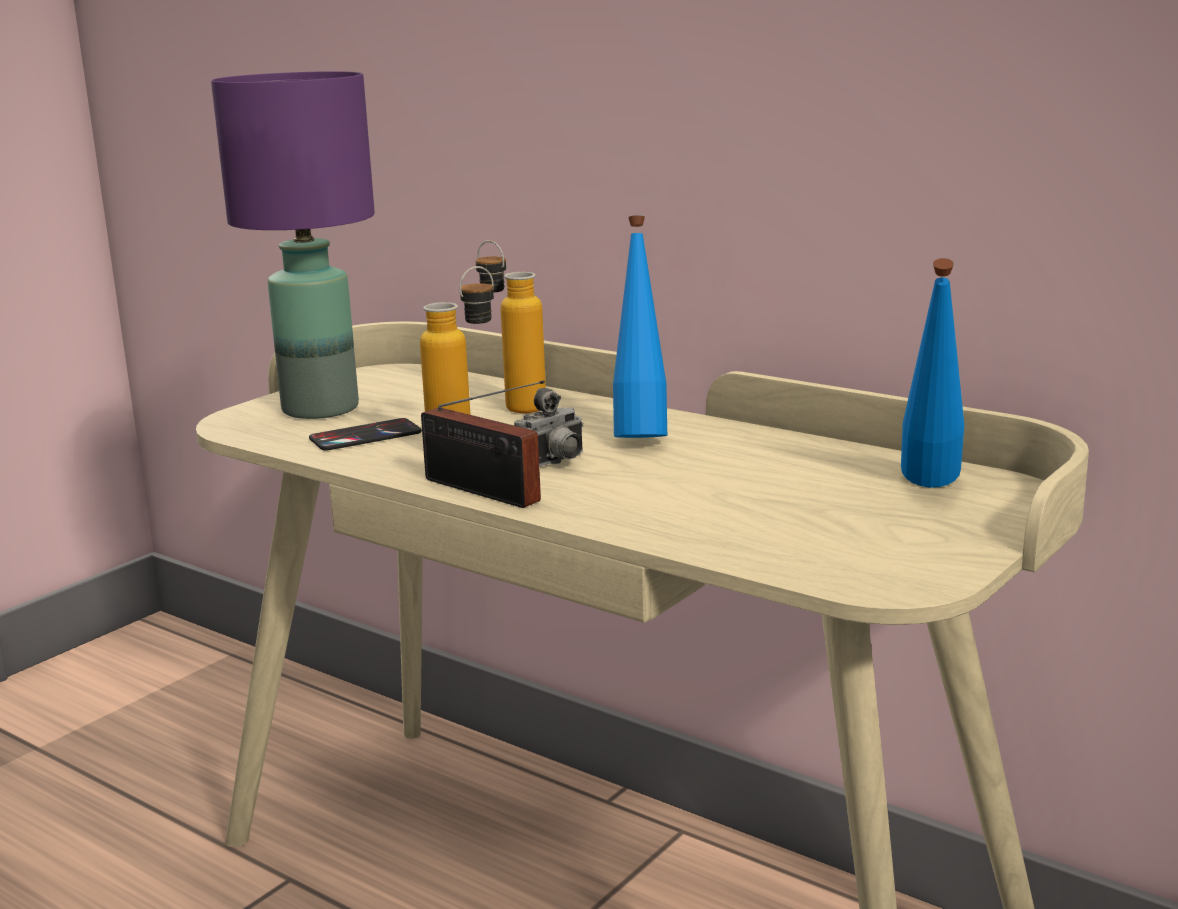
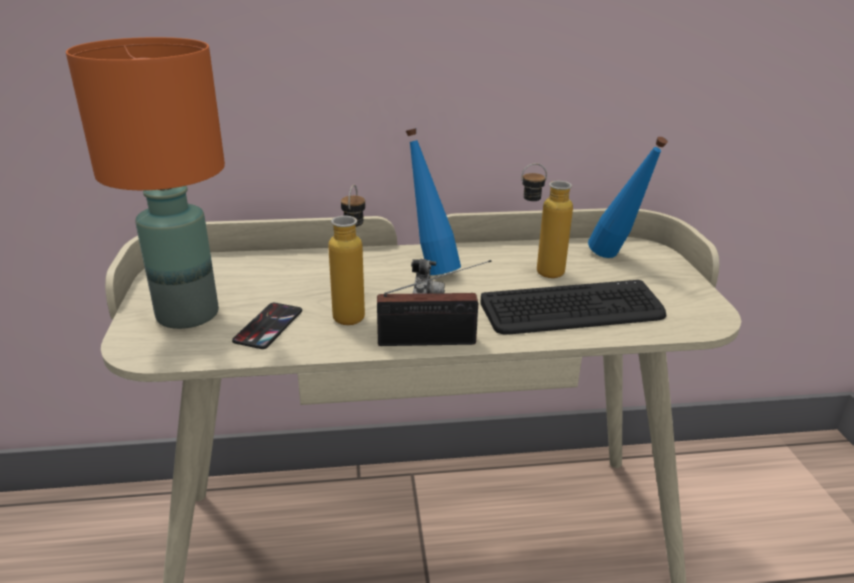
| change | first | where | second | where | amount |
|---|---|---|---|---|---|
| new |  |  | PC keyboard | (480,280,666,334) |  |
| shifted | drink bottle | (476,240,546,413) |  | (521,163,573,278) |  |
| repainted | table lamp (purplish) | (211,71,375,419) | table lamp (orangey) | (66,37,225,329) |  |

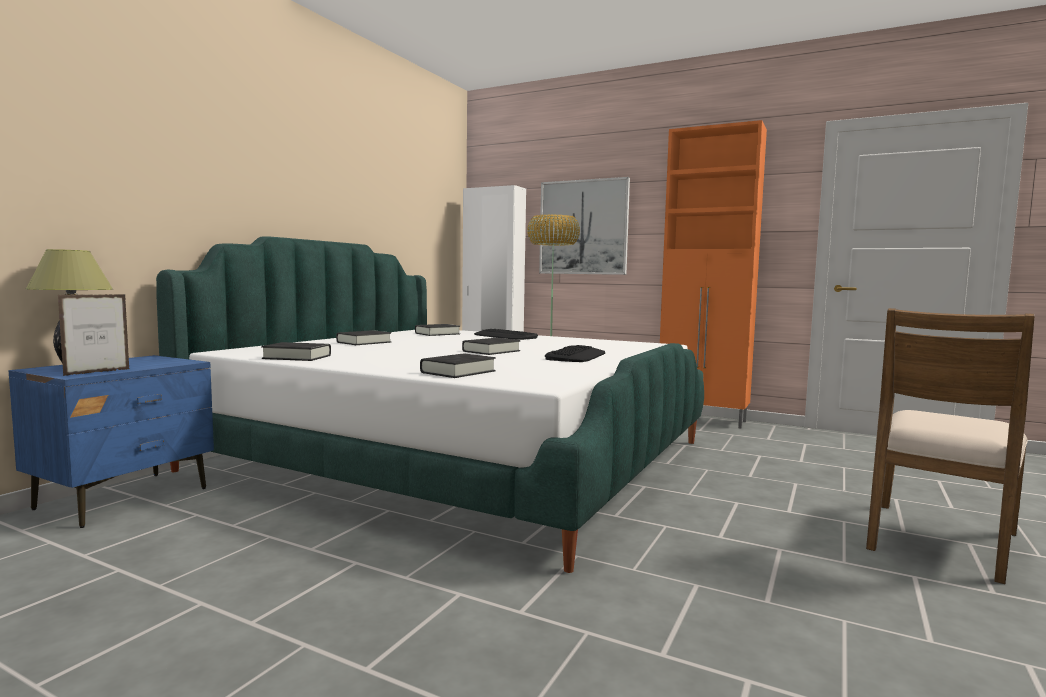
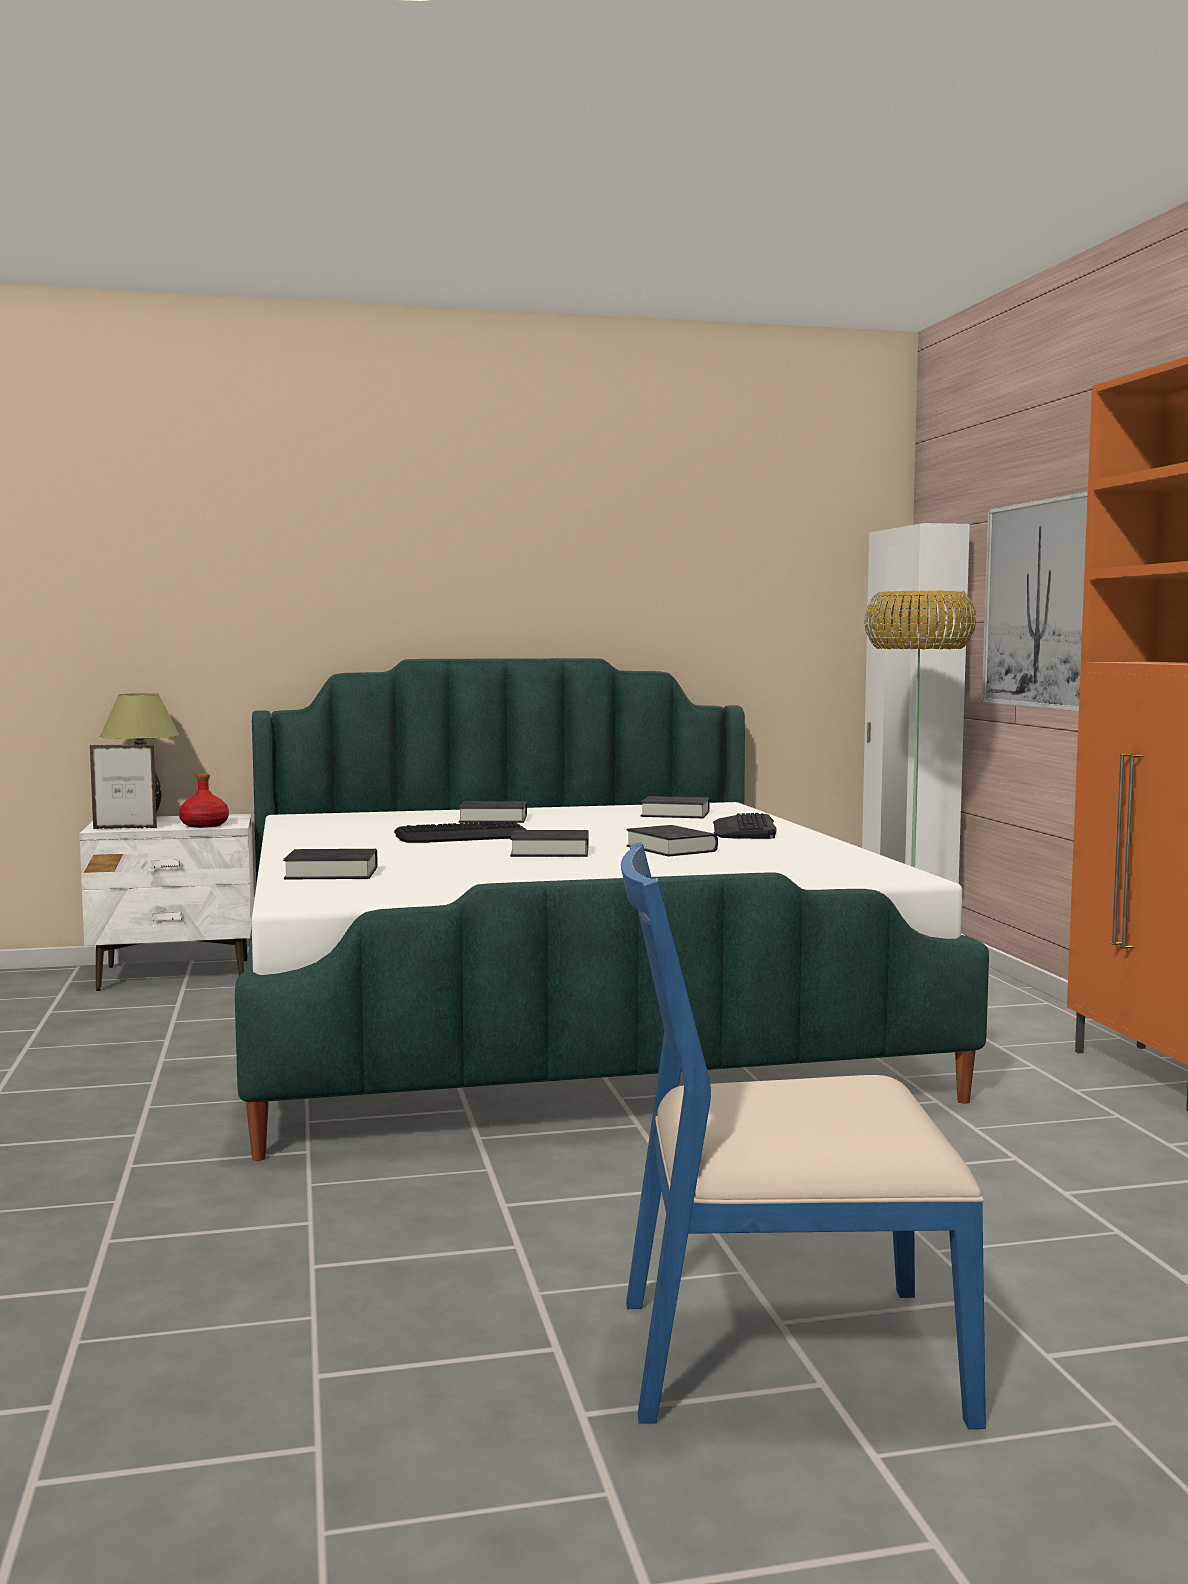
| change | first | where | second | where | amount |
|---|---|---|---|---|---|
| new |  |  | drink bottle (red) | (179,773,229,828) |  |
| shifted | book (blackish) | (261,342,331,361) |  | (626,825,718,857) |  |
| shifted | PC keyboard | (545,345,605,362) |  | (394,822,527,843) |  |
| repainted | nightstand (blue-coloured) | (8,355,214,528) | nightstand (whitish) | (79,814,254,991) |  |
| repainted | chair (brown-coloured) | (866,308,1035,584) | chair (blue-coloured) | (621,842,986,1429) |  |

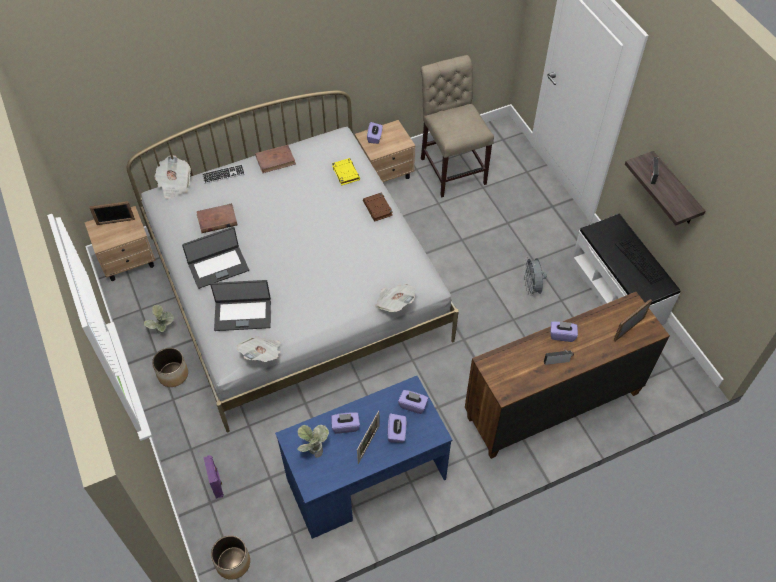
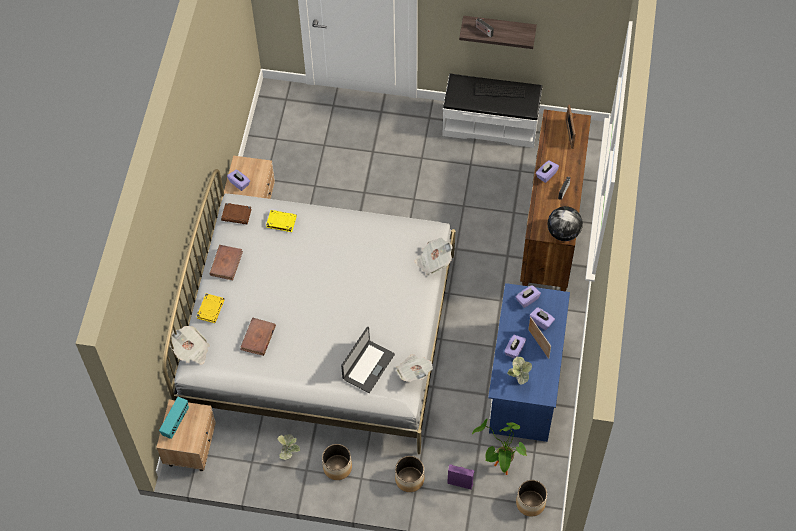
| change | first | where | second | where | amount |
|---|---|---|---|---|---|
| gone | notebook computer | (182,227,249,289) |  |  |  |
| gone | chair (sand-coloured) | (421,55,494,197) |  |  |  |
| gone | fan (gray) | (523,258,547,297) |  |  |  |
| new |  |  | planter | (395,456,424,492) |  |
| new |  |  | plant in a pot | (472,419,527,475) |  |
| new |  |  | desk globe | (547,206,583,241) |  |
| shifted | book (brown-coloured) | (363,192,393,221) |  | (221,203,252,224) |  |
| swapped | standing frame | (89,201,135,225) | radio receiver | (159,397,189,439) |  |
| swapped | PC keyboard | (202,164,245,184) | book (yellowish) | (196,293,225,323) |  |

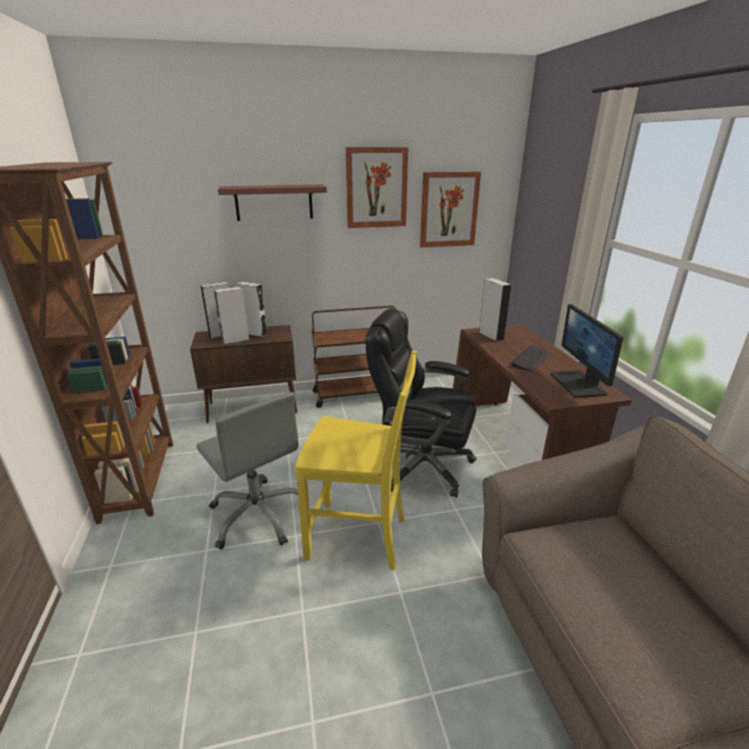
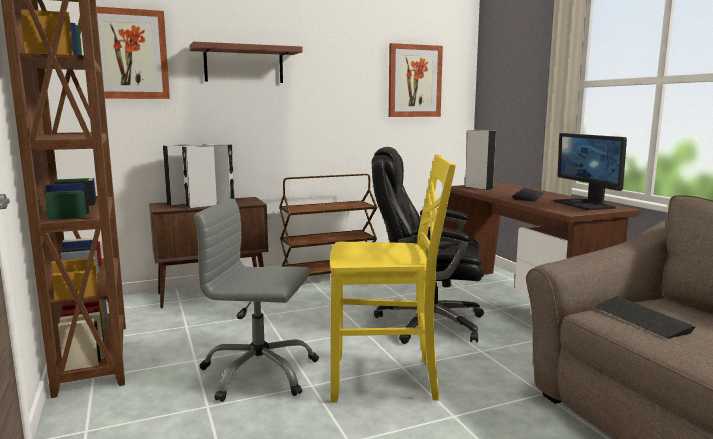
| change | first | where | second | where | amount |
|---|---|---|---|---|---|
| new |  |  | PC keyboard | (595,296,695,338) |  |
| shifted | wall picture | (346,147,408,228) |  | (96,7,170,99) |  |
| rotated | desk chair (gray) | (196,392,298,550) |  | (194,199,319,402) | 150 degrees clockwise |

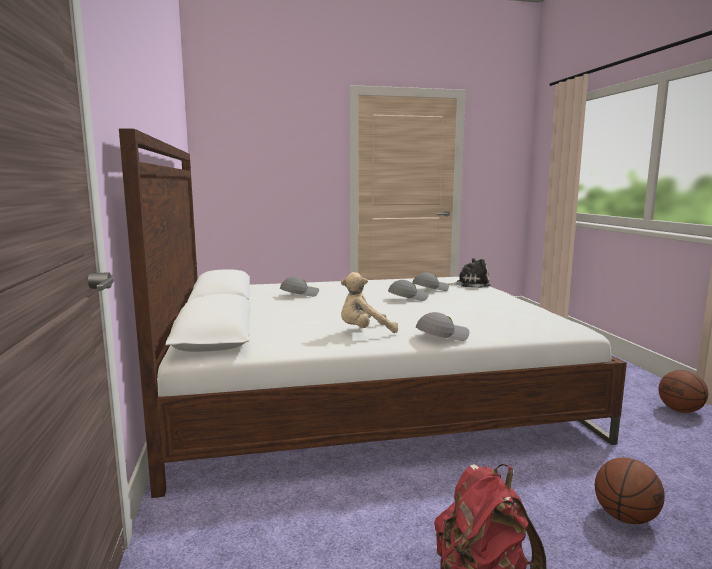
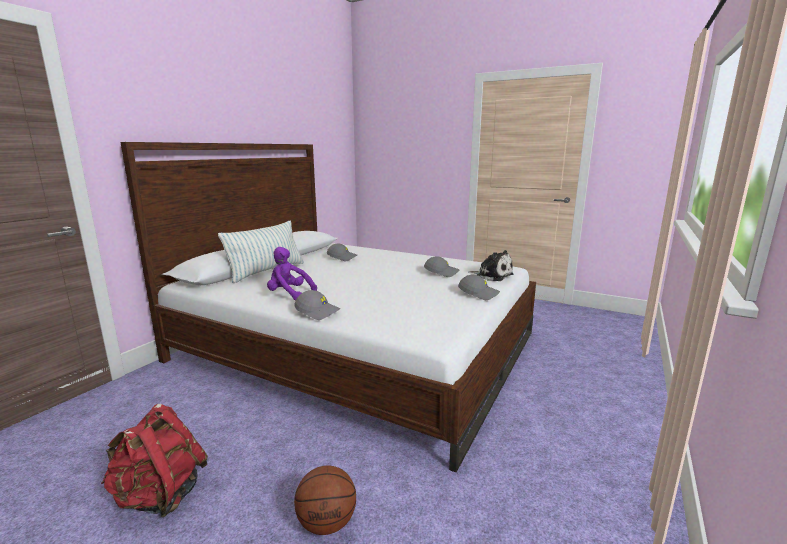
| change | first | where | second | where | amount |
|---|---|---|---|---|---|
| gone | basketball ball | (659,370,708,413) |  |  |  |
| new |  |  | throw pillow | (218,221,304,283) |  |
| shifted | cap (gray) | (388,280,429,301) |  | (458,275,500,300) |  |
| repainted | cuddly toy (sand-coloured) | (341,272,398,333) | cuddly toy (purplish) | (267,247,317,300) |  |

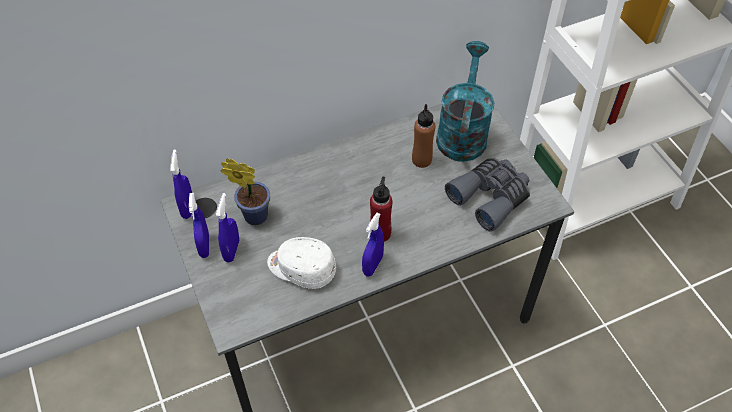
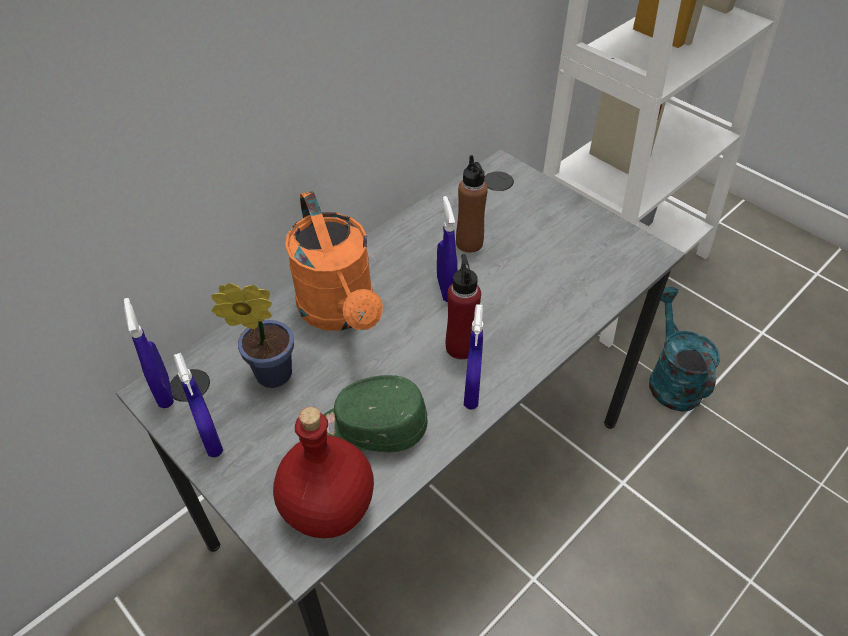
| change | first | where | second | where | amount |
|---|---|---|---|---|---|
| gone | pair of binoculars (gray) | (445,158,530,232) |  |  |  |
| new |  |  | drink bottle (red) | (273,407,374,538) |  |
| new |  |  | watering can (orangey) | (285,191,383,331) |  |
| shifted | hand sprayer (blue-coloured) | (216,193,239,263) |  | (437,196,458,302) |  |
| shifted | watering can (blue-green) | (436,41,495,162) |  | (649,287,720,411) |  |
| repainted | cap (whitish) | (267,237,336,289) | cap (green) | (323,375,428,453) |  |

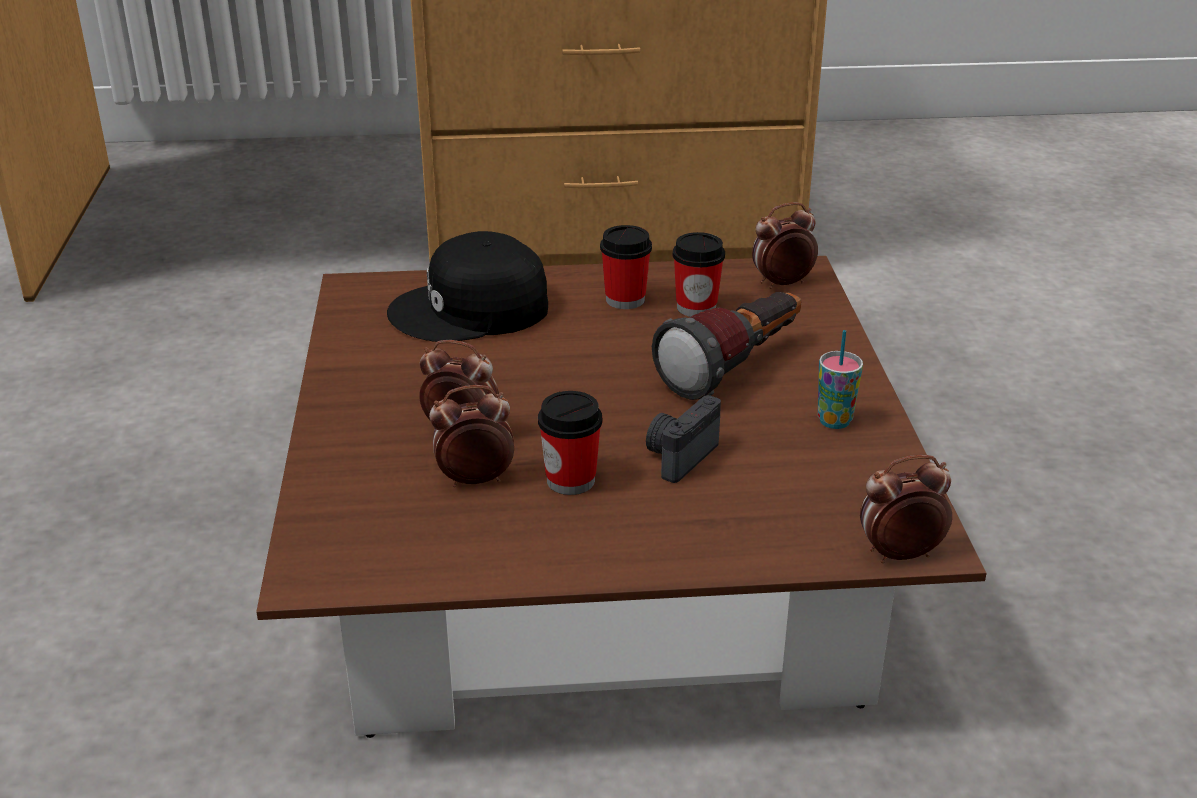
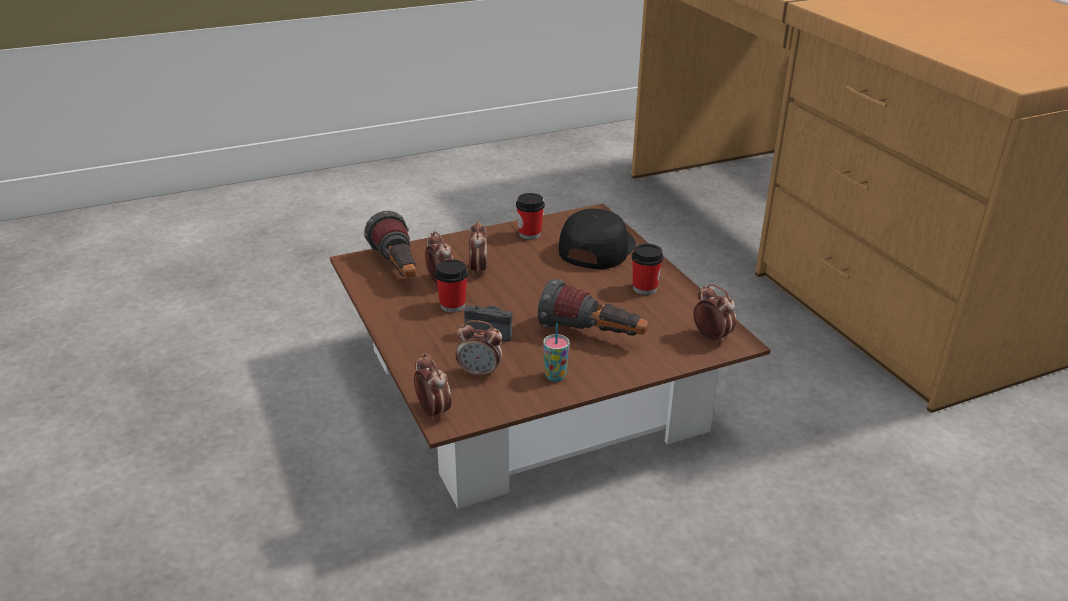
| change | first | where | second | where | amount |
|---|---|---|---|---|---|
| new |  |  | hand torch | (364,211,416,278) |  |
| new |  |  | bedside clock | (456,320,502,378) |  |
| shifted | small cup | (673,232,725,317) |  | (516,193,545,240) |  |
| rotated | cap (blackish) | (387,231,548,342) |  | (559,209,636,269) | 60 degrees clockwise |

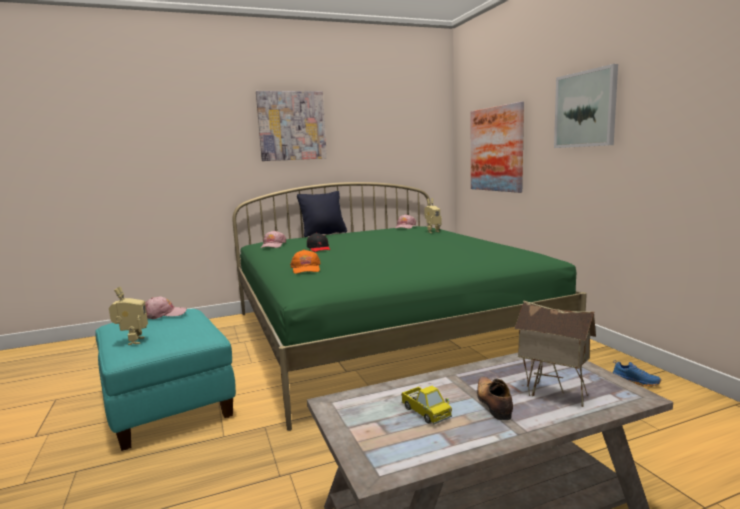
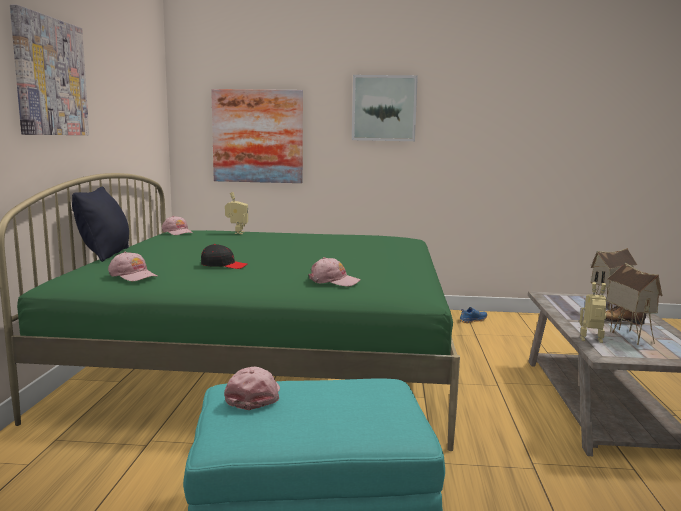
| change | first | where | second | where | amount |
|---|---|---|---|---|---|
| shifted | model robot | (109,287,148,345) |  | (580,282,607,343) |  |
| swapped | toy truck | (401,386,452,424) | toy house | (606,263,662,345) |  |
| repainted | cap (orangey) | (290,249,321,274) | cap (pink-coloured) | (309,257,361,287) |  |

